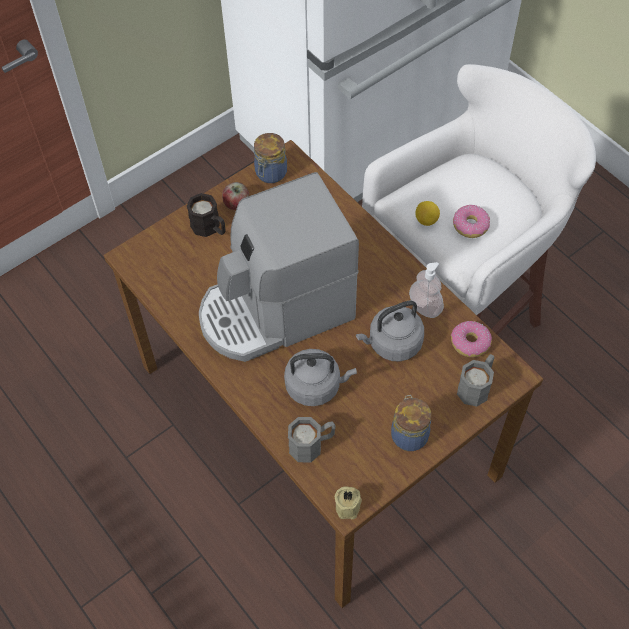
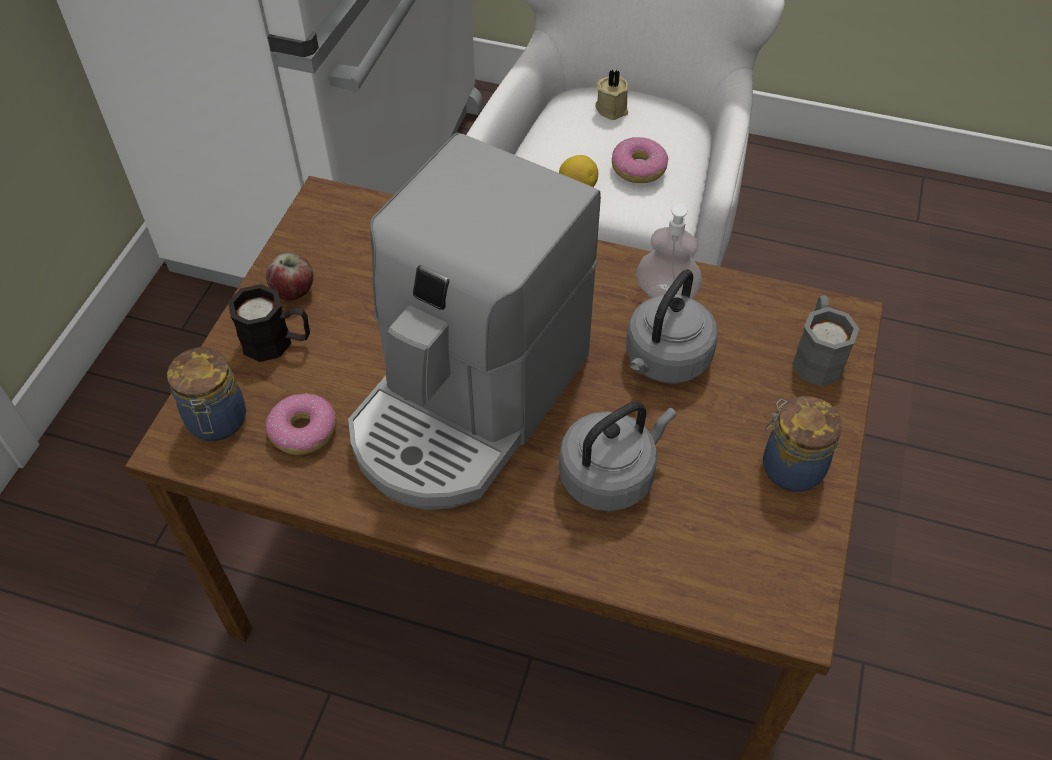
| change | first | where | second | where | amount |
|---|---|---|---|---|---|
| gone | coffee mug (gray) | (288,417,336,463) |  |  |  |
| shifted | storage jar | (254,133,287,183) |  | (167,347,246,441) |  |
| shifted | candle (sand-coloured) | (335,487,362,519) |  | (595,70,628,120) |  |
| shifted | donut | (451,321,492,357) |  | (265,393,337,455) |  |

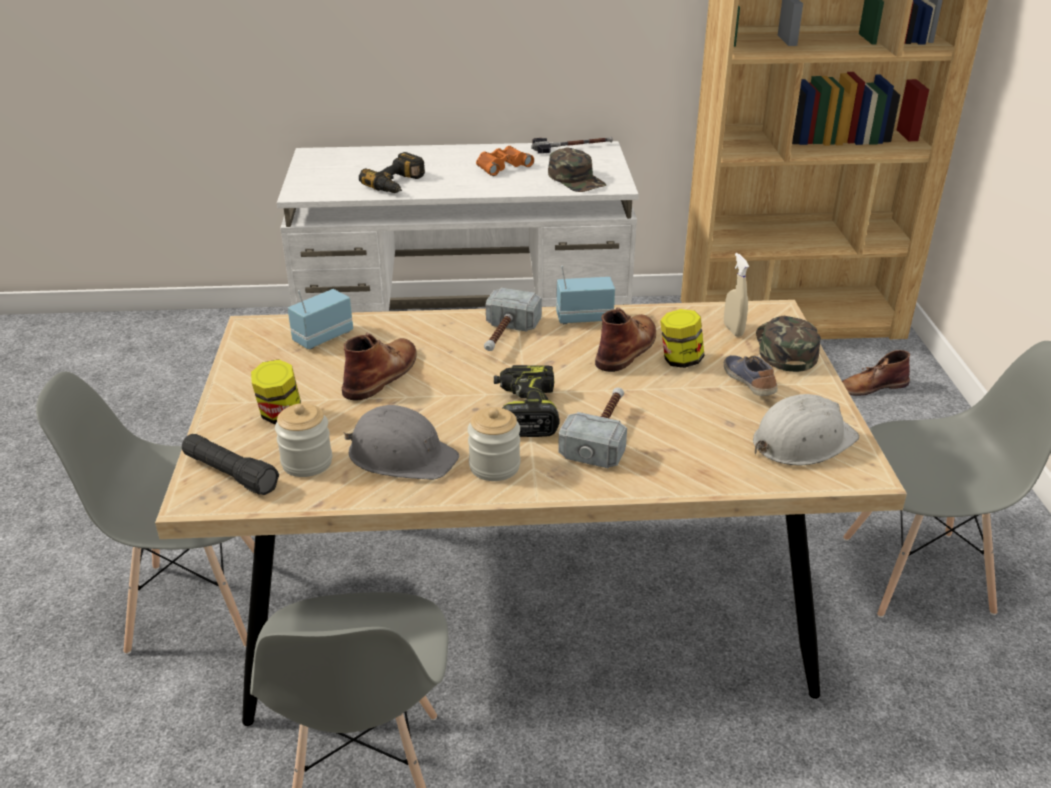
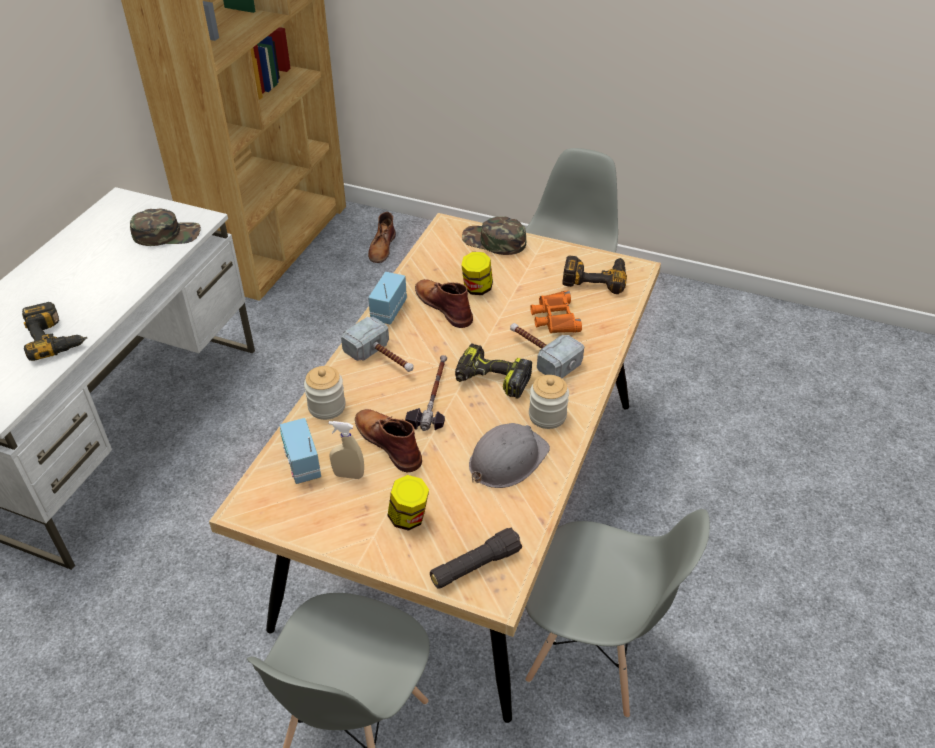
| change | first | where | second | where | amount |
|---|---|---|---|---|---|
| gone | shoe | (724,355,778,396) |  |  |  |
| shifted | storage jar | (275,403,332,477) |  | (304,366,346,420) |  |
| shifted | pair of binoculars (orangey) | (476,146,534,176) |  | (530,291,582,333) |  |
| shifted | hammer | (531,136,613,154) |  | (405,355,447,431) |  |
| shifted | hand sprayer (sand-coloured) | (724,253,749,337) |  | (329,421,364,479) |  |
| swapped | safety helmet (whitish) | (753,394,859,465) | electric drill | (562,256,627,294) |  |

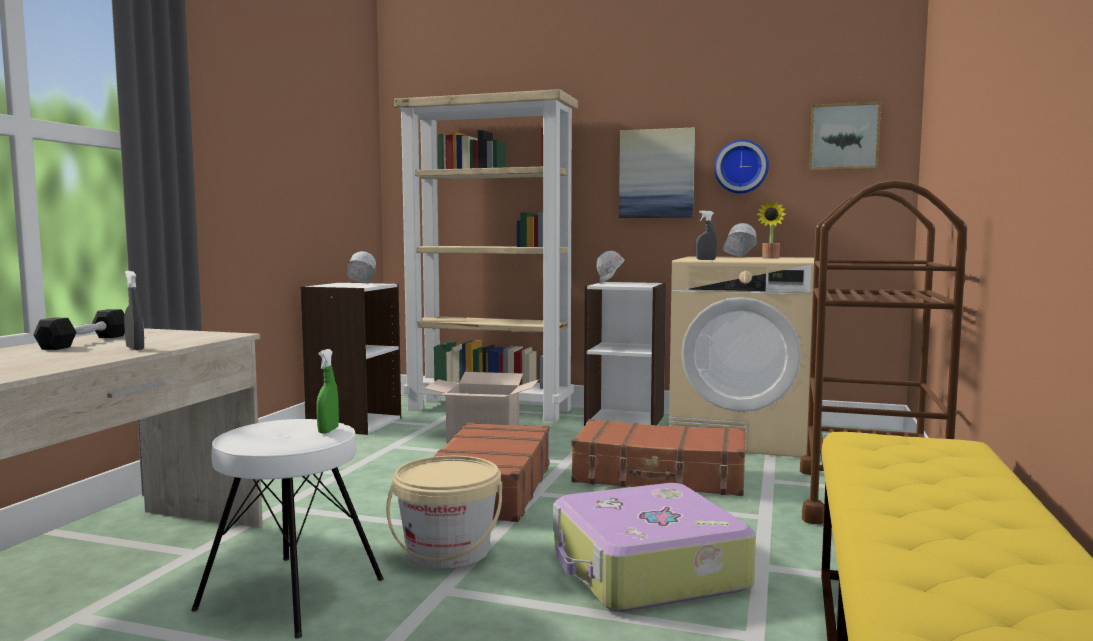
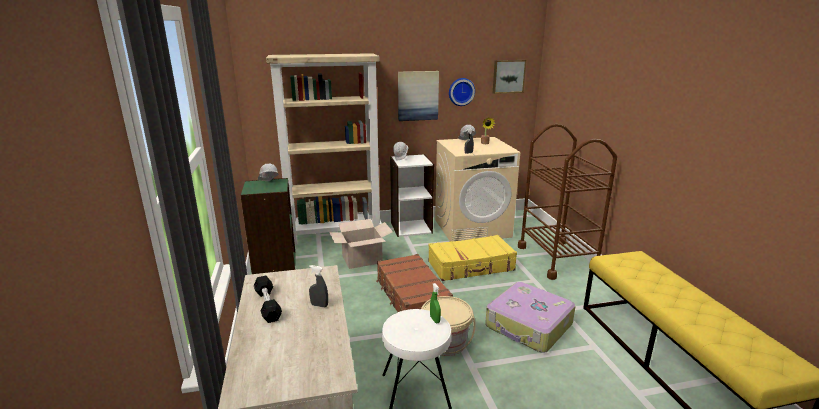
| change | first | where | second | where | amount |
|---|---|---|---|---|---|
| repainted | bookcase (whitish) | (301,282,401,435) | bookcase (green) | (240,178,296,274) |  |
| repainted | travel case (brown-coloured) | (571,419,745,496) | travel case (yellowish) | (428,235,517,281) |  |

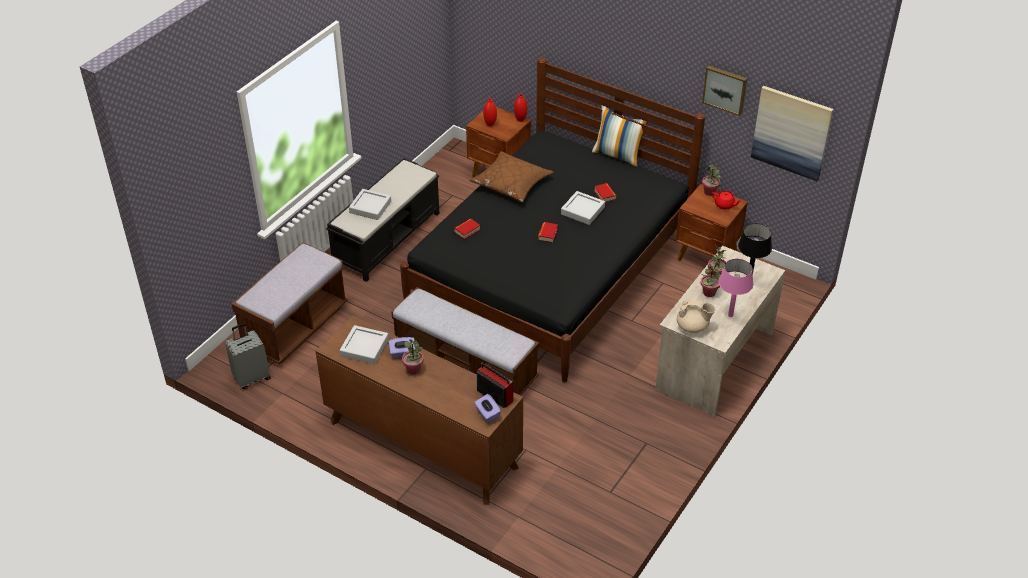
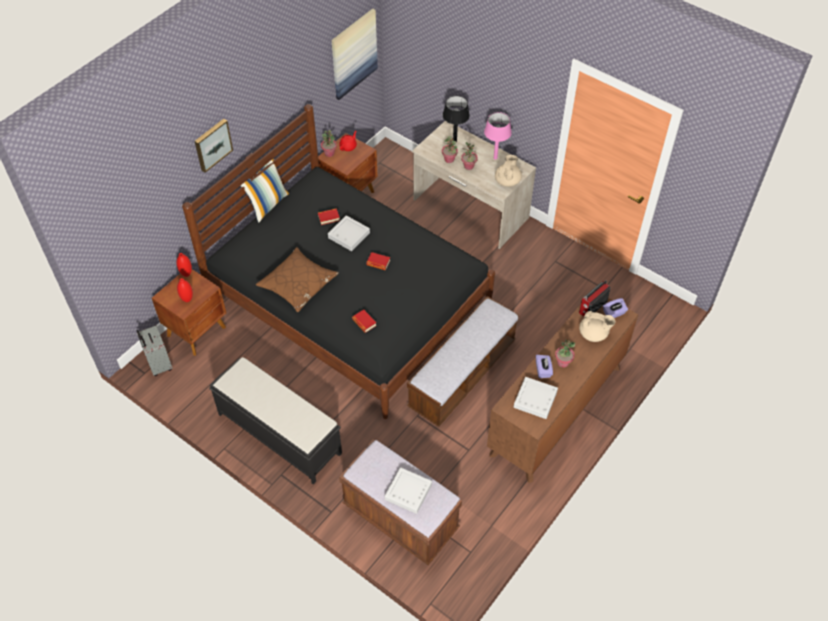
| change | first | where | second | where | amount |
|---|---|---|---|---|---|
| new |  |  | pot for tea (sand-coloured) | (579,311,616,342) |  |
| shifted | travel case (gray) | (225,323,270,389) |  | (137,325,172,376) |  |
| shifted | carrying tray (gray) | (349,189,391,220) |  | (385,467,432,514) |  |
| shifted | wall picture | (702,66,747,116) |  | (195,119,233,173) |  |

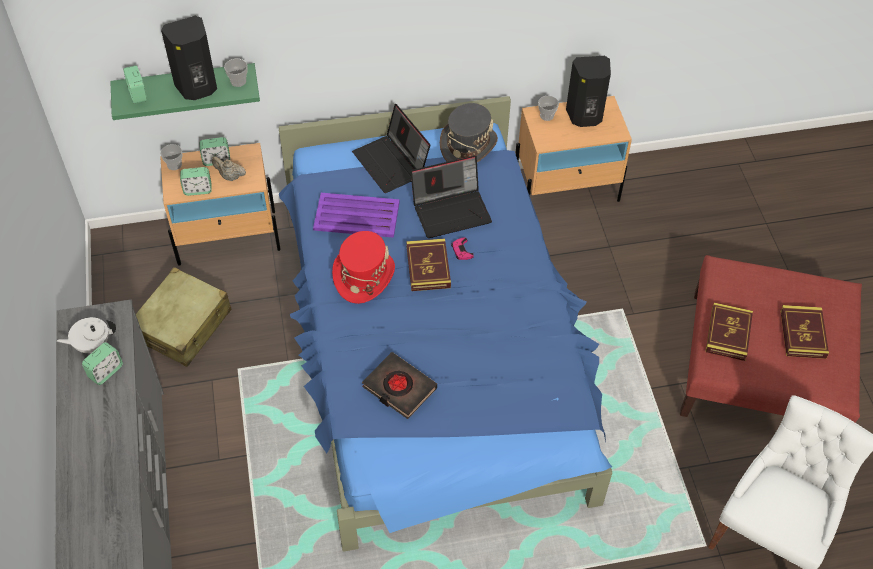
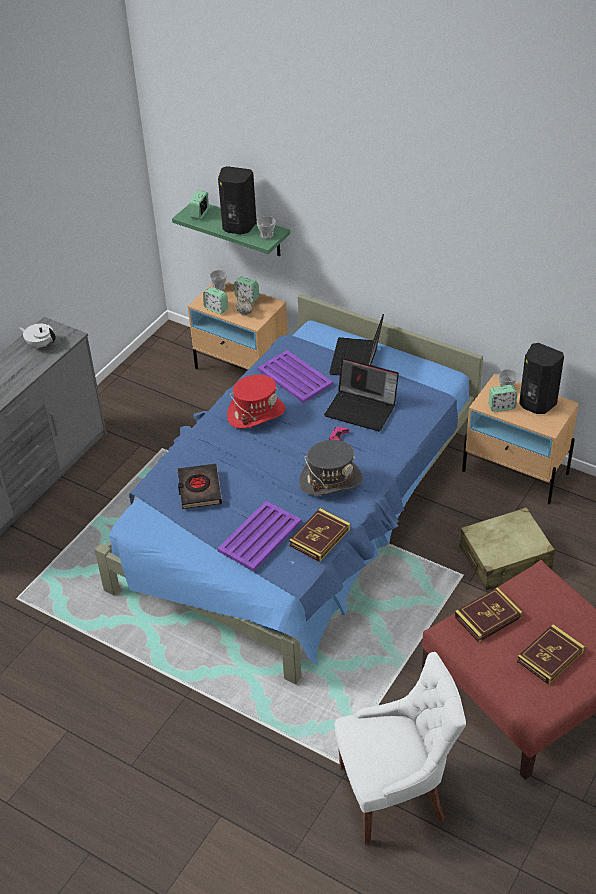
| change | first | where | second | where | amount |
|---|---|---|---|---|---|
| new |  |  | carrying tray (purplish) | (217,501,302,571) |  |
| shifted | bedside clock | (82,342,123,385) |  | (489,385,517,412) |  |
| shifted | travel case (sand-coloured) | (136,267,231,367) |  | (460,507,555,590) |  |
| shifted | book | (406,239,451,291) |  | (289,508,350,562) |  |
| shifted | clothing hat (gray) | (440,103,498,162) |  | (300,440,363,495) |  |

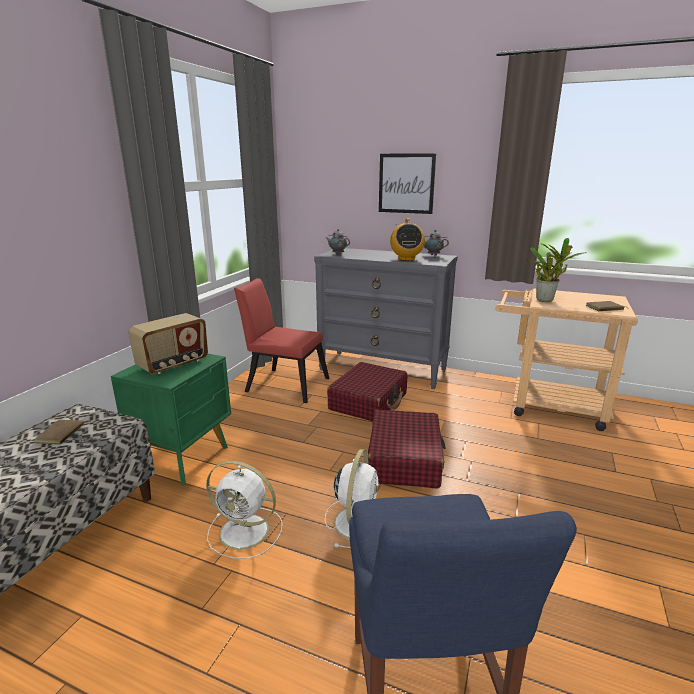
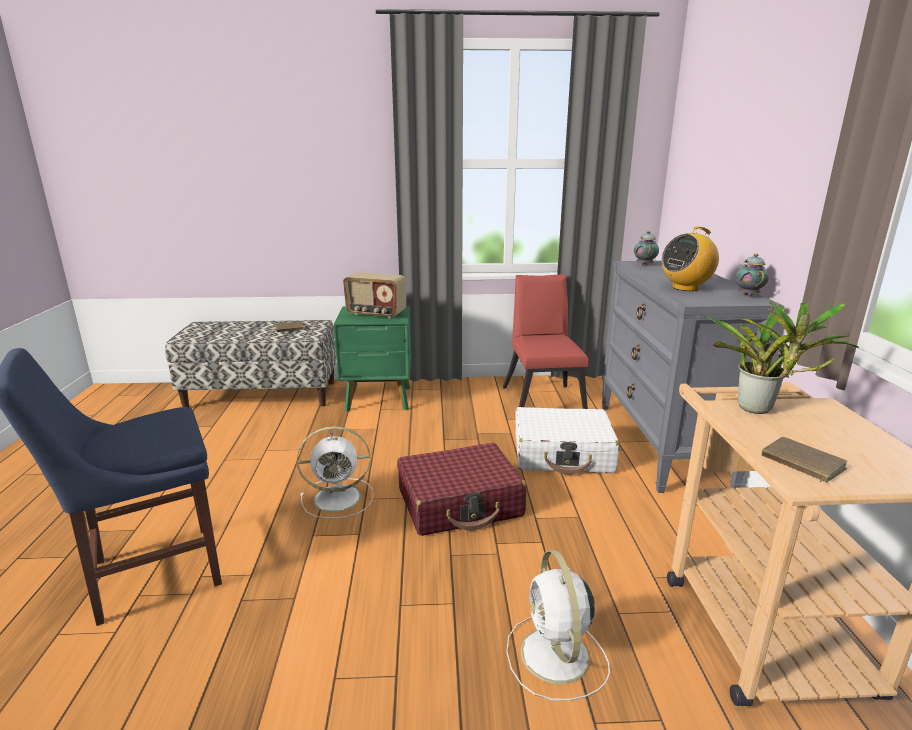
| change | first | where | second | where | amount |
|---|---|---|---|---|---|
| gone | wall picture | (379,153,436,214) |  |  |  |
| shifted | fan (whitish) | (206,461,282,559) |  | (506,550,610,701) |  |
| repainted | travel case (red) | (327,362,407,422) | travel case (whitish) | (515,407,620,475) |  |

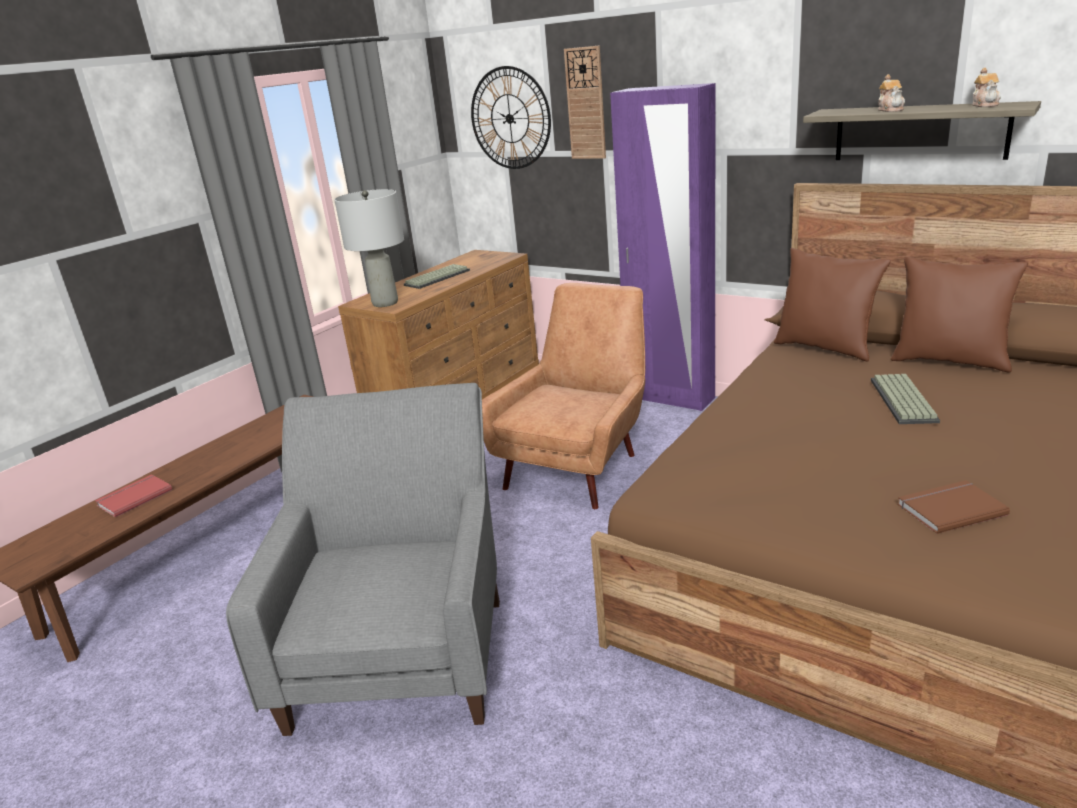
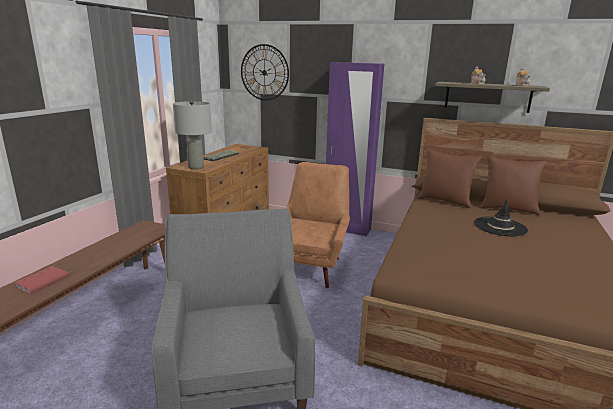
| change | first | where | second | where | amount |
|---|---|---|---|---|---|
| gone | wall clock | (564,45,606,159) |  |  |  |
| gone | book (brown-coloured) | (897,480,1010,534) |  |  |  |
| swapped | PC keyboard | (871,374,940,424) | clothing hat (blackish) | (474,199,528,236) |  |

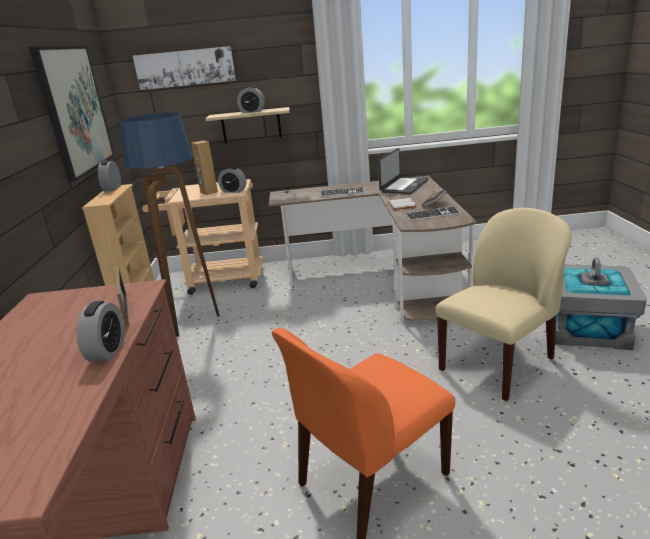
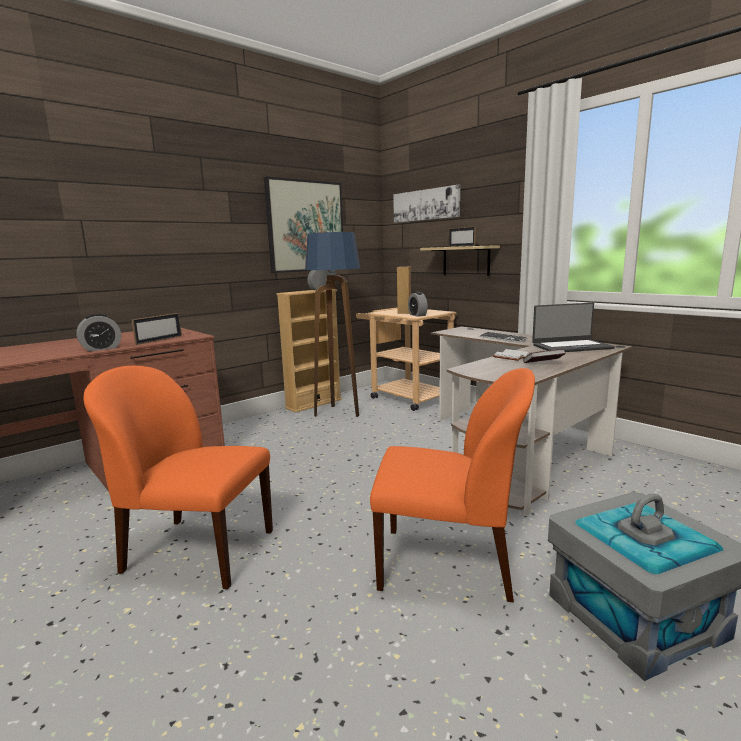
| change | first | where | second | where | amount |
|---|---|---|---|---|---|
| gone | PC keyboard | (405,206,461,221) |  |  |  |
| swapped | bedside clock | (237,86,265,113) | standing frame | (448,227,476,247) |  |
| repainted | chair (sand-coloured) | (435,208,572,401) | chair (orangey) | (370,368,535,602) |  |

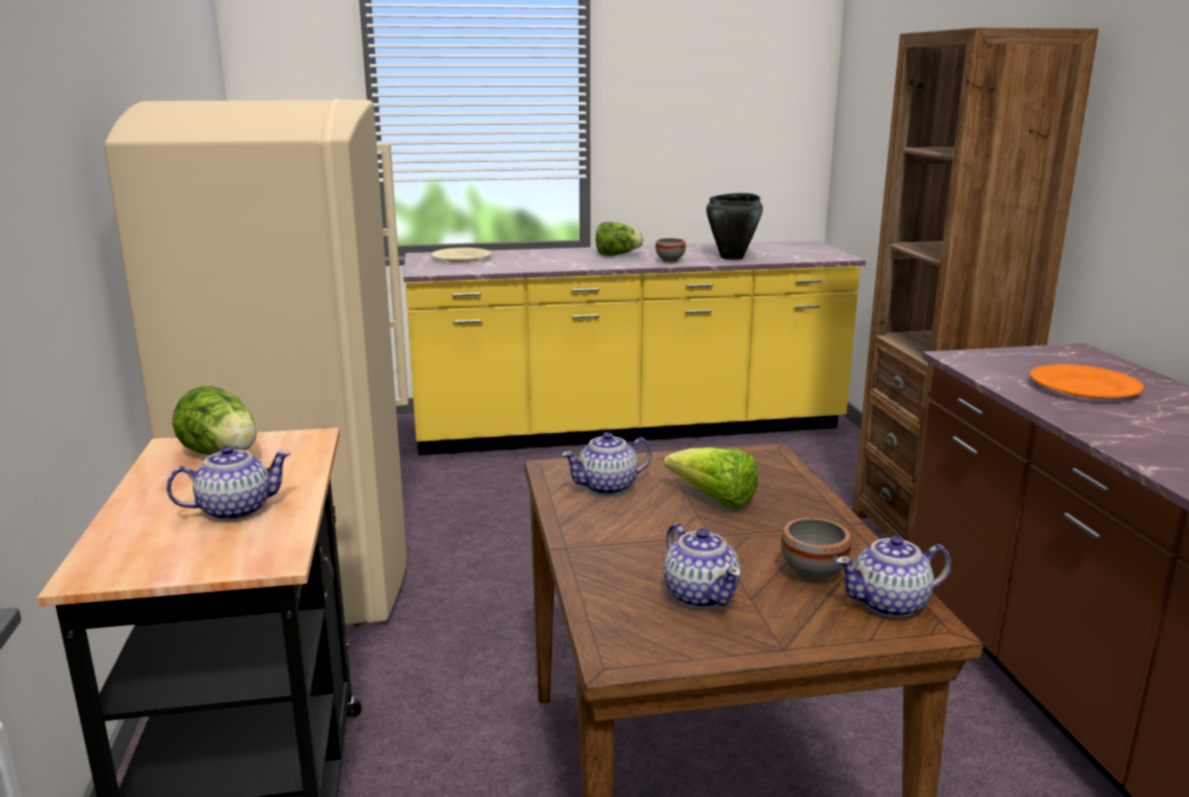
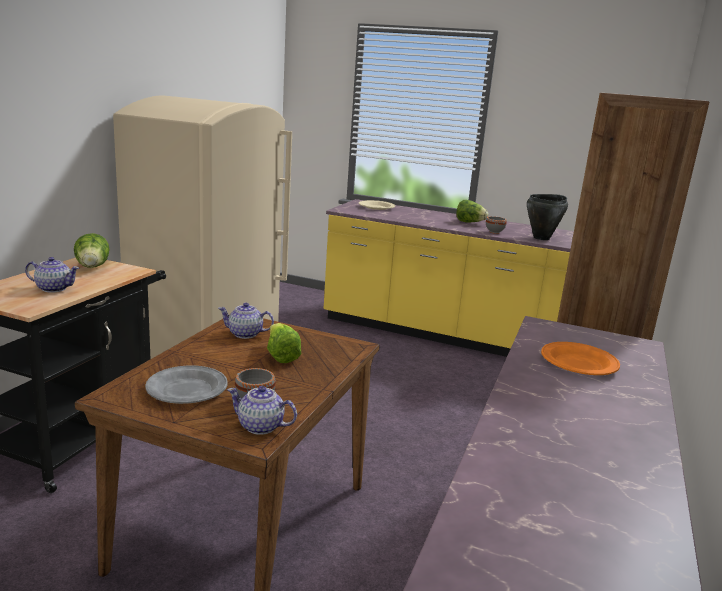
| change | first | where | second | where | amount |
|---|---|---|---|---|---|
| swapped | pot for tea | (664,523,741,609) | dinner plate (gray) | (145,366,228,404) |  |

